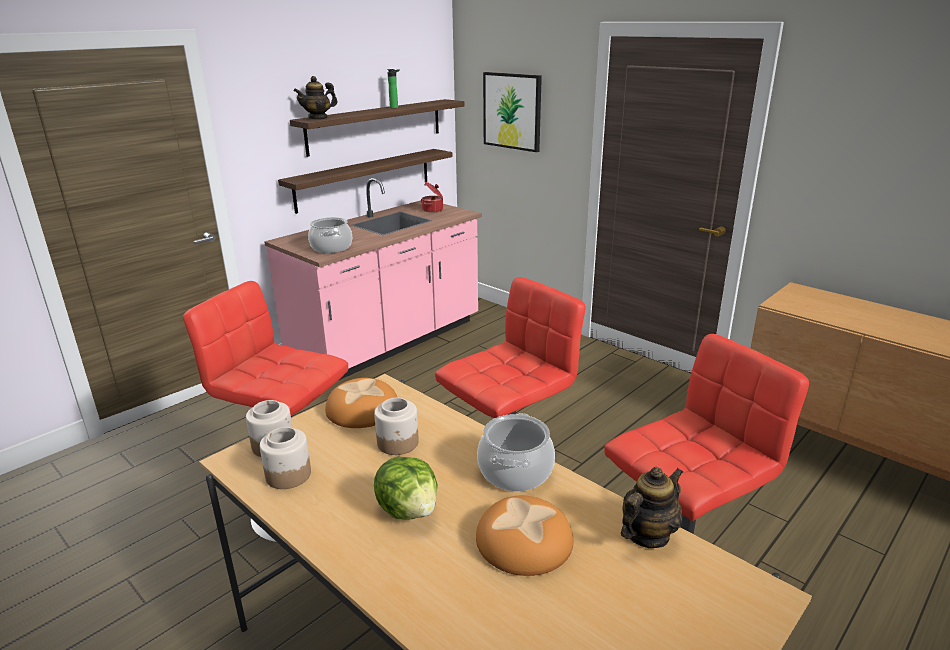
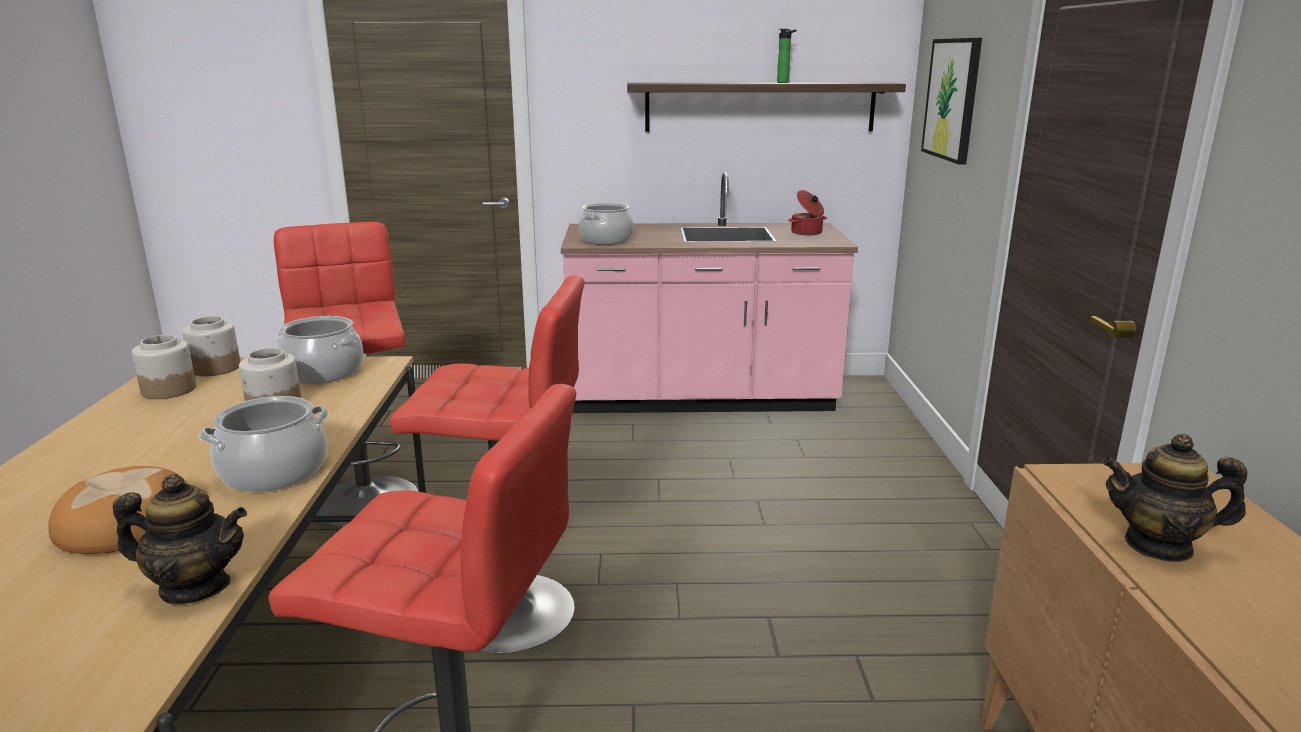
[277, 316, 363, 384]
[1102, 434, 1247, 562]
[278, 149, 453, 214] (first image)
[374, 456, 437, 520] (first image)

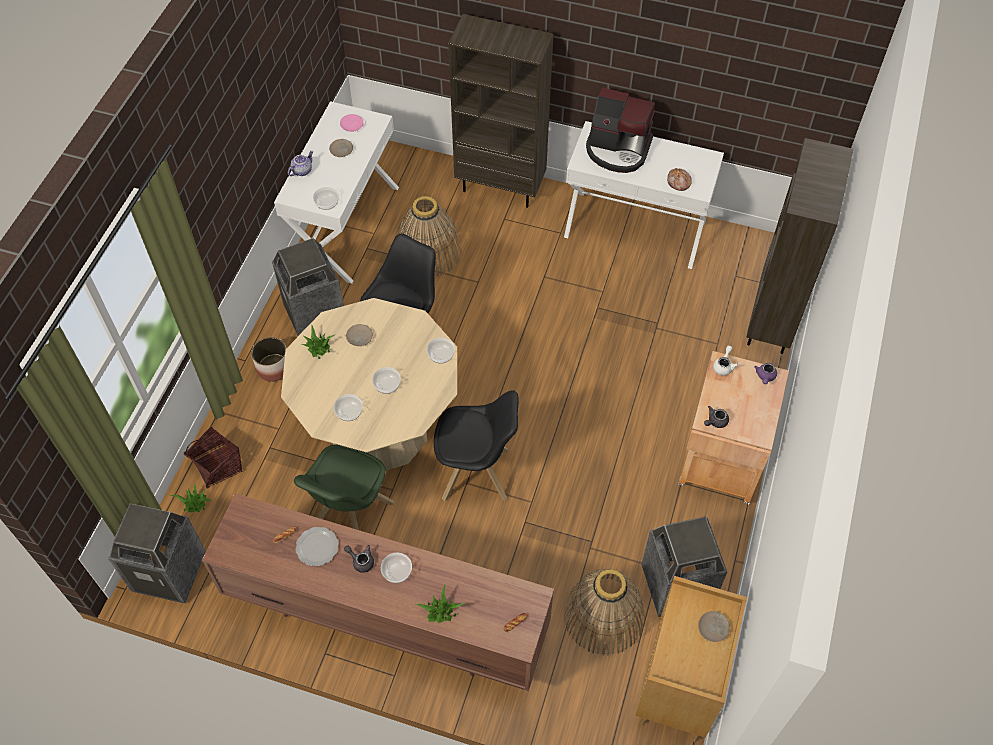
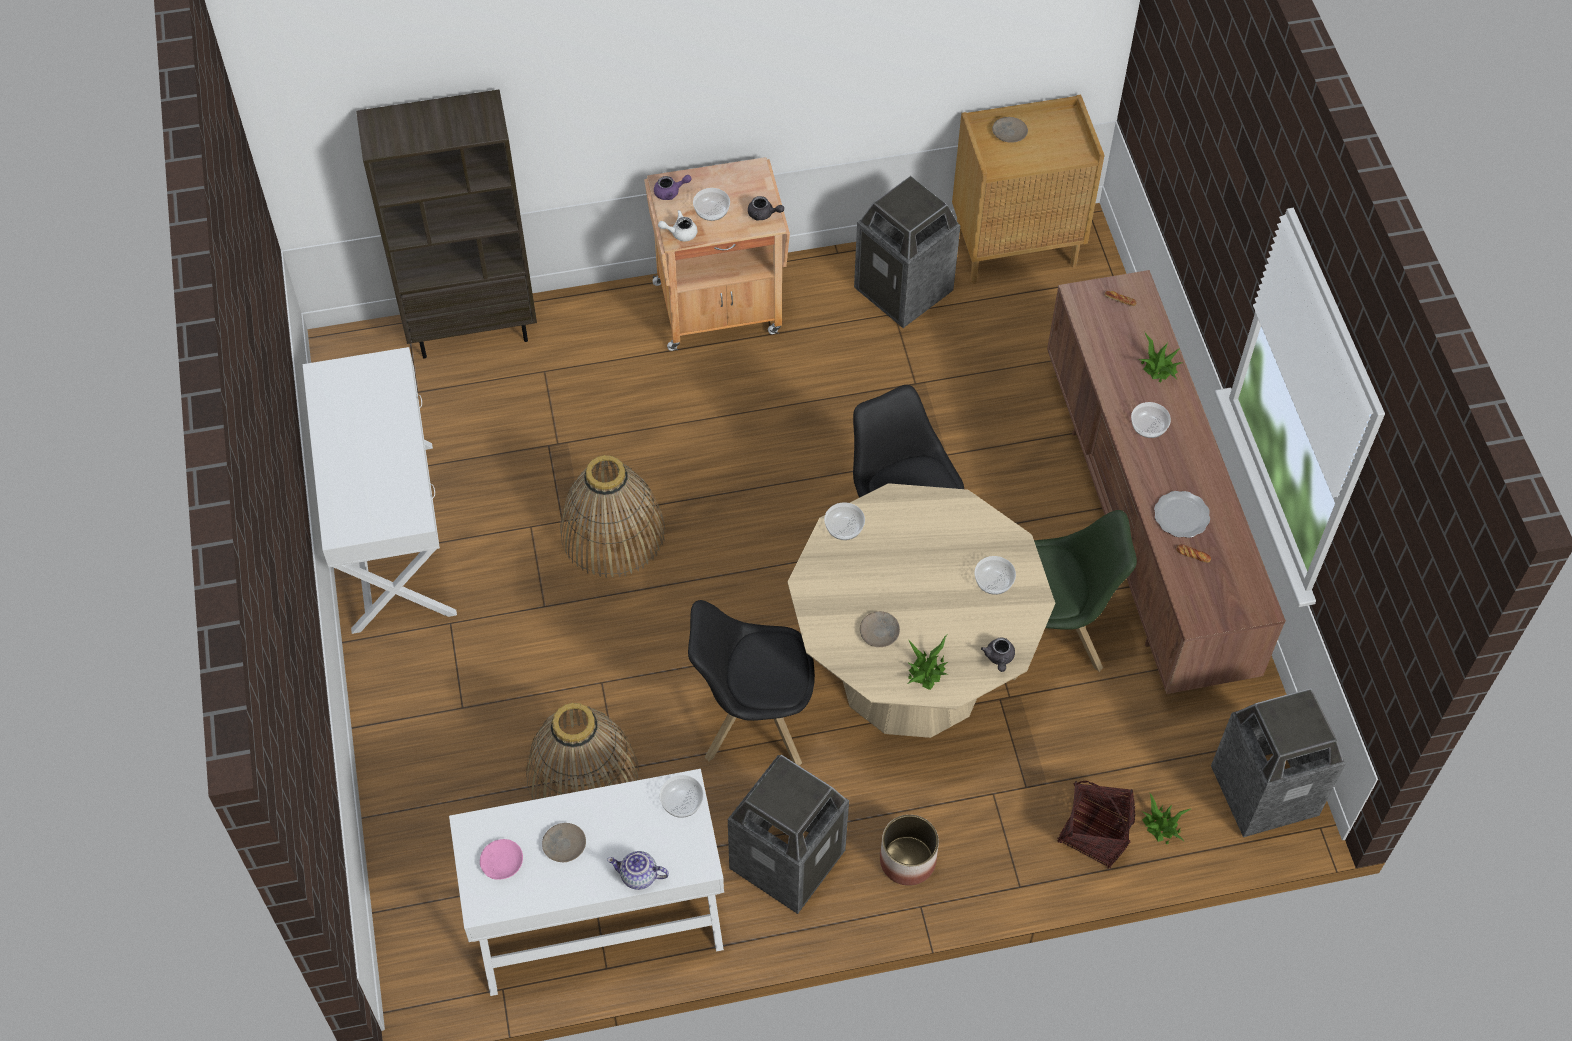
[560, 455, 665, 578]
[693, 188, 730, 221]
[981, 637, 1015, 672]
[448, 14, 554, 208] (first image)
[586, 88, 655, 173] (first image)
[667, 168, 692, 191] (first image)

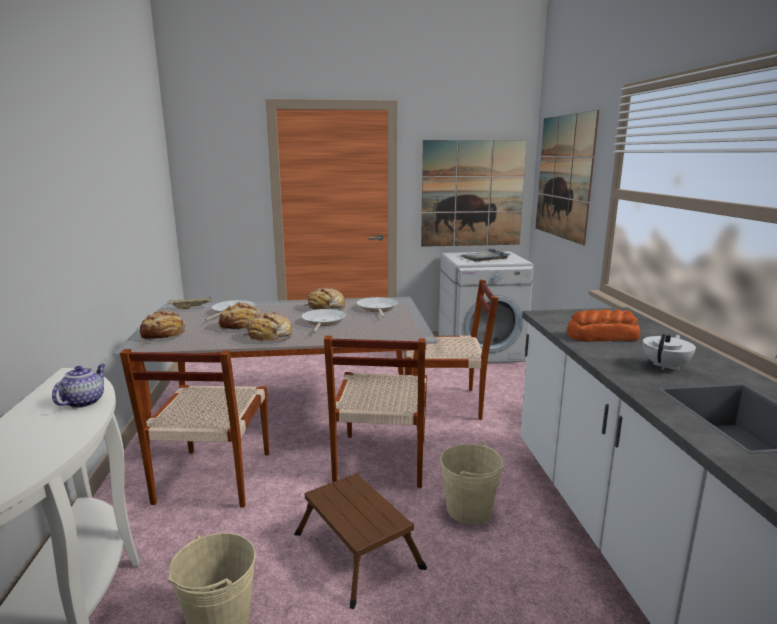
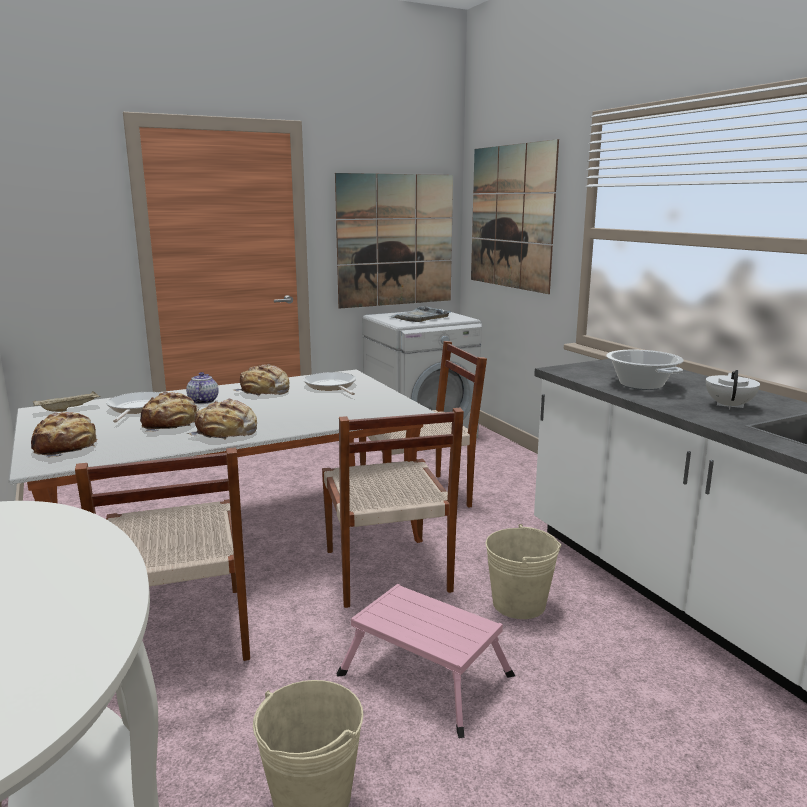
[186, 372, 219, 404]
[336, 584, 515, 738]
[606, 350, 684, 390]
[301, 309, 346, 333] (first image)

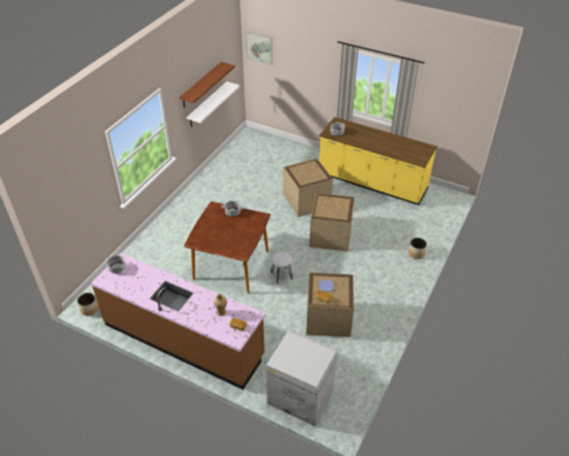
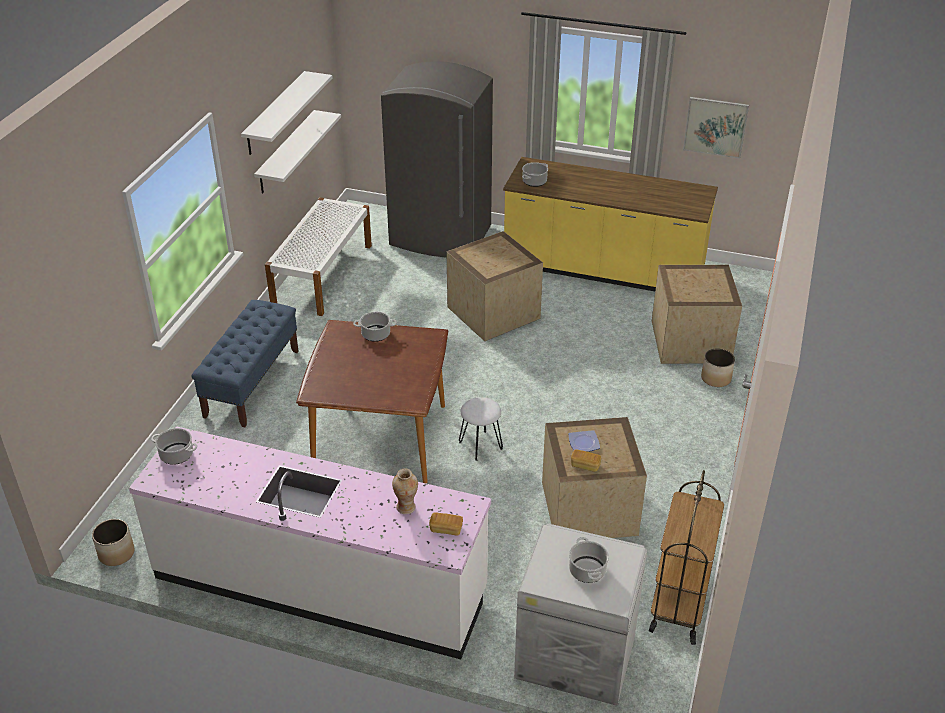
[129, 427, 491, 659]
[191, 300, 299, 427]
[241, 71, 332, 155]
[265, 197, 372, 316]
[381, 61, 493, 258]
[569, 537, 609, 583]
[649, 470, 724, 645]
[652, 265, 742, 364]
[683, 97, 749, 159]

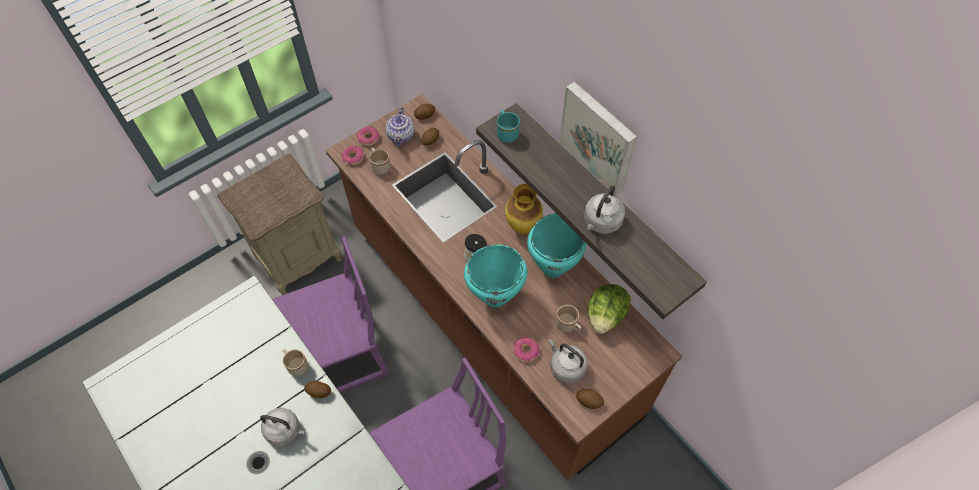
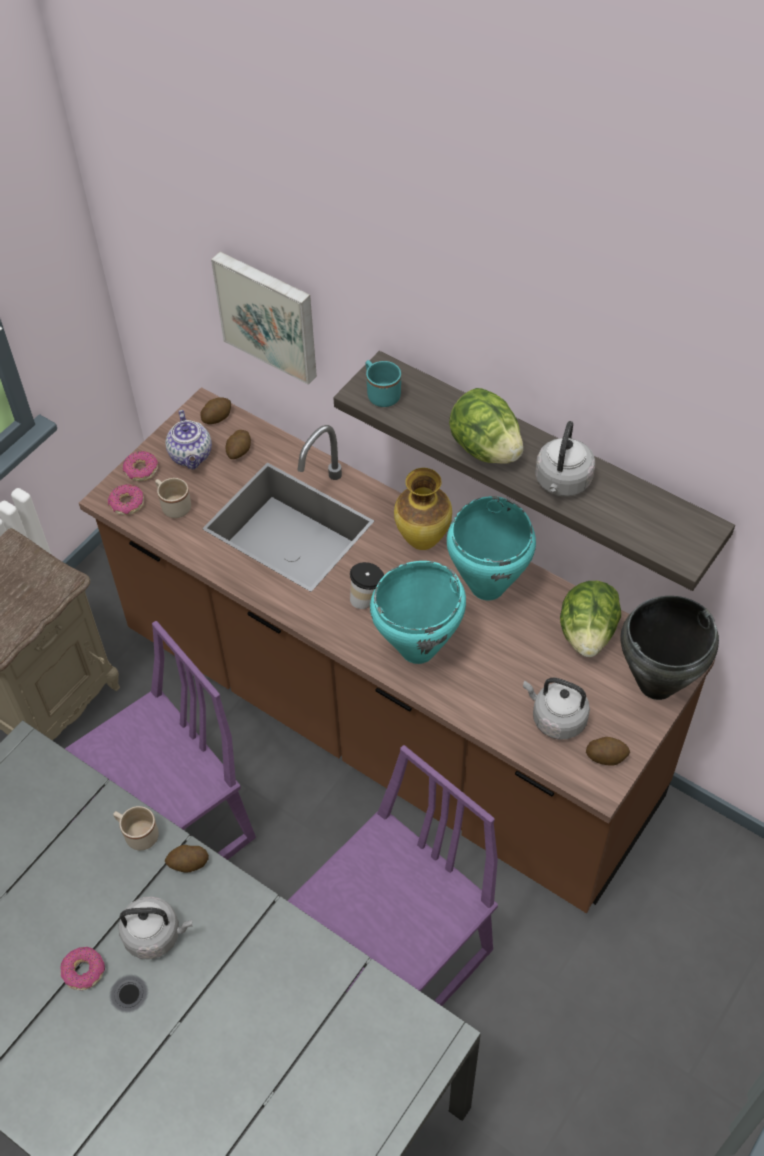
[61, 947, 105, 990]
[211, 252, 317, 385]
[449, 388, 523, 464]
[620, 596, 719, 700]
[556, 305, 581, 332] (first image)

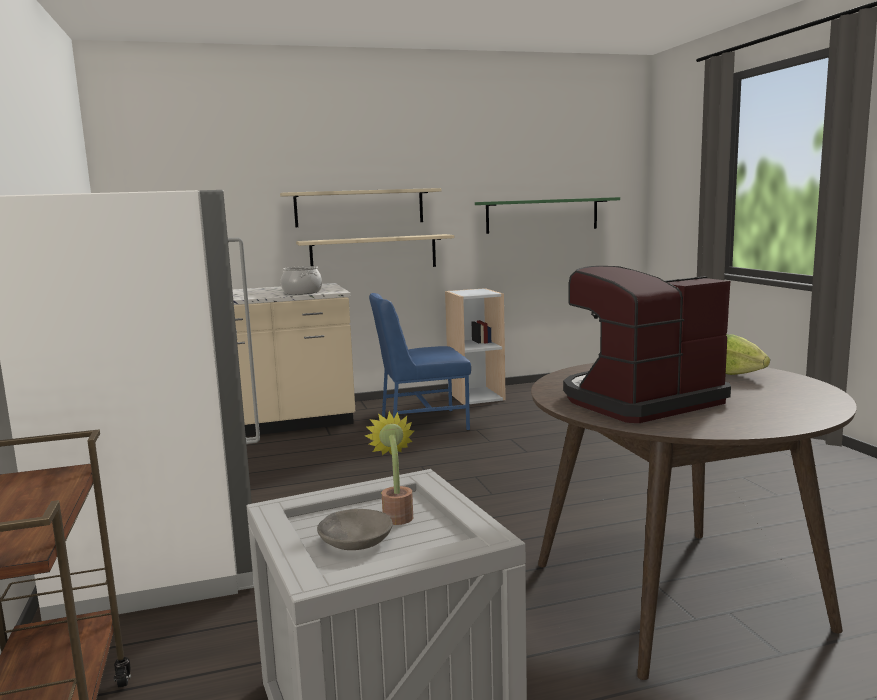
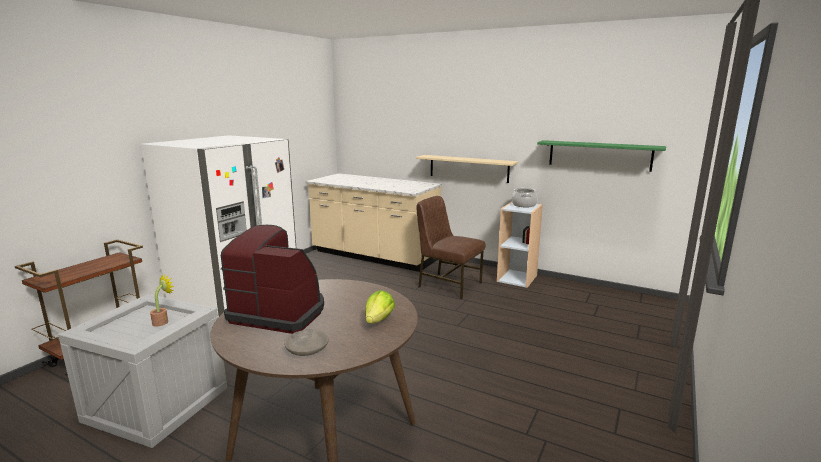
[284, 329, 329, 356]
[416, 196, 485, 299]
[511, 188, 538, 207]
[280, 188, 441, 227] (first image)

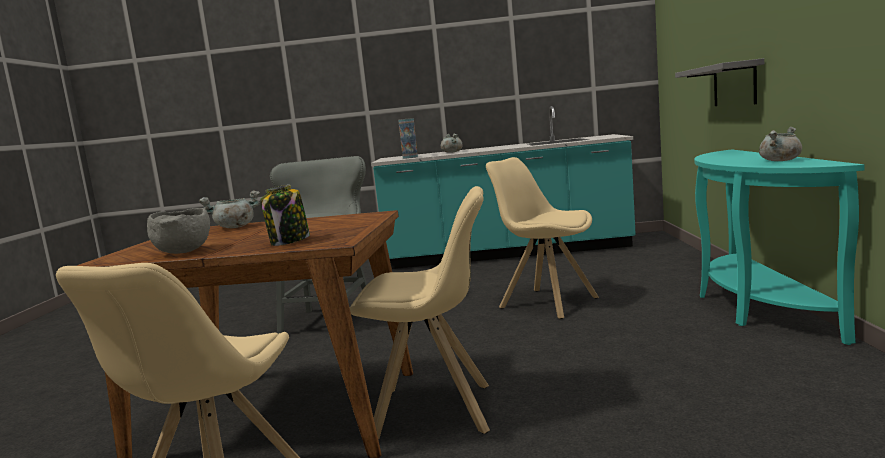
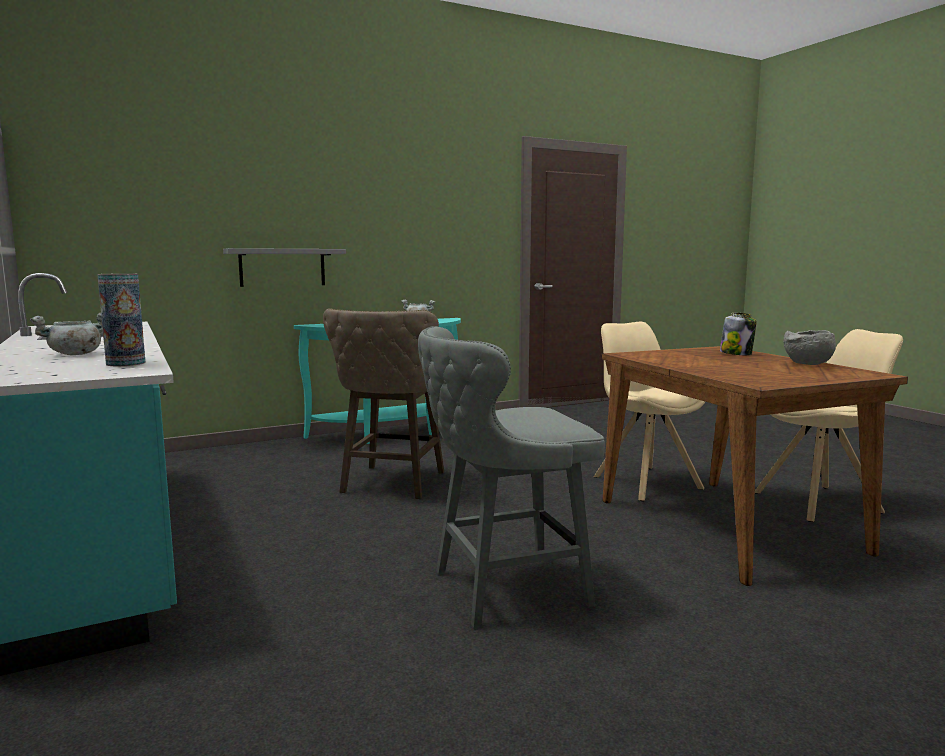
[323, 308, 444, 499]
[199, 190, 260, 228] (first image)

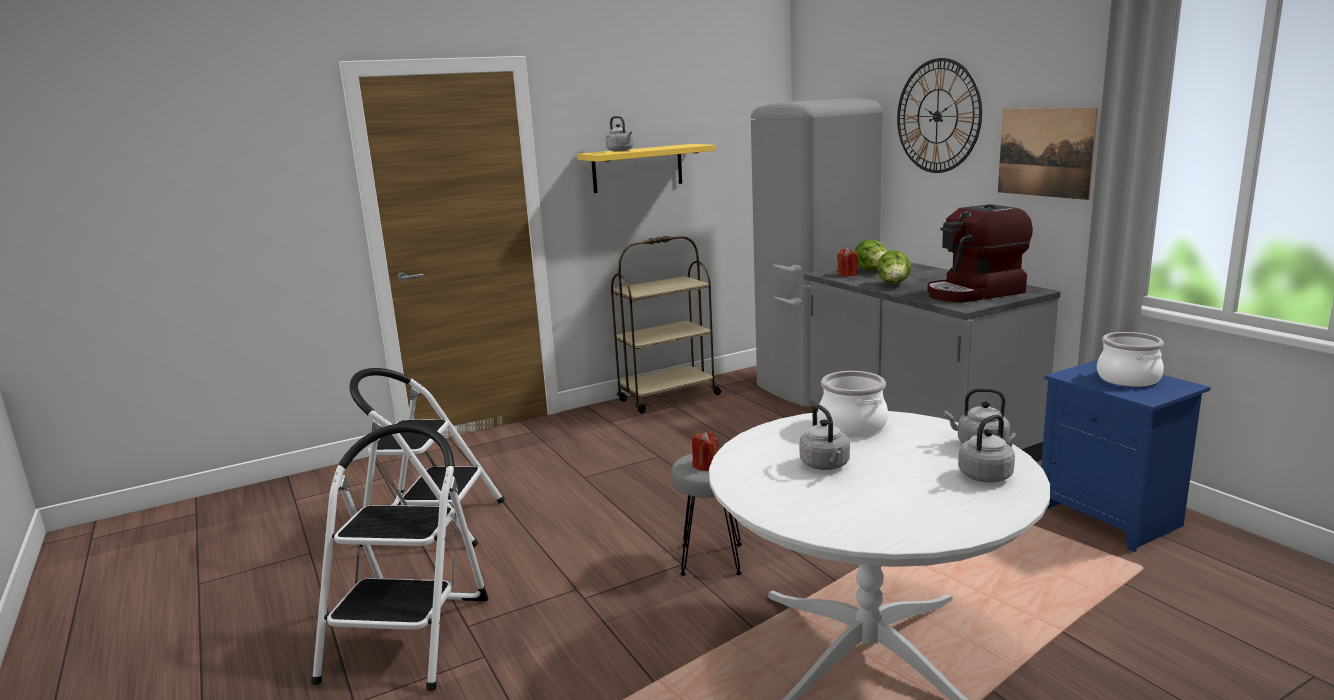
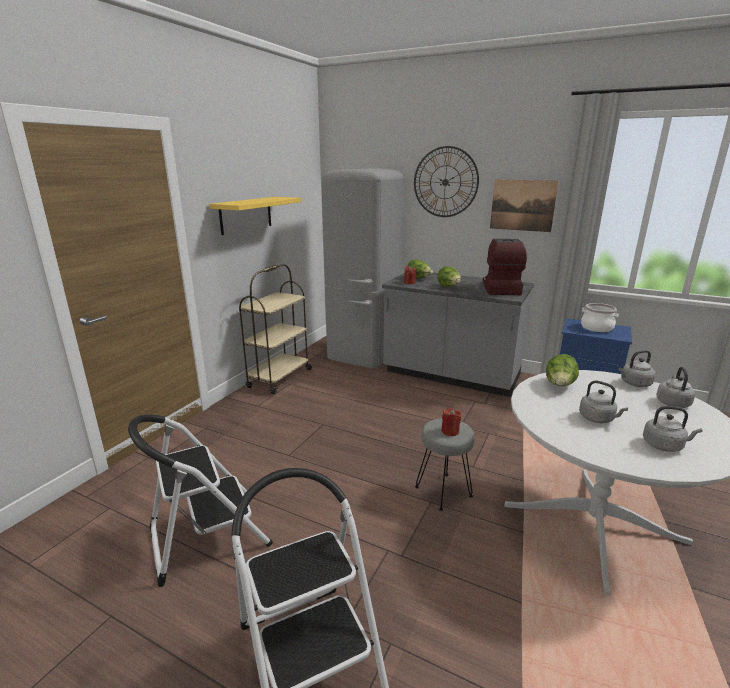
[483, 239, 527, 295]
[546, 354, 579, 386]
[643, 406, 703, 452]

